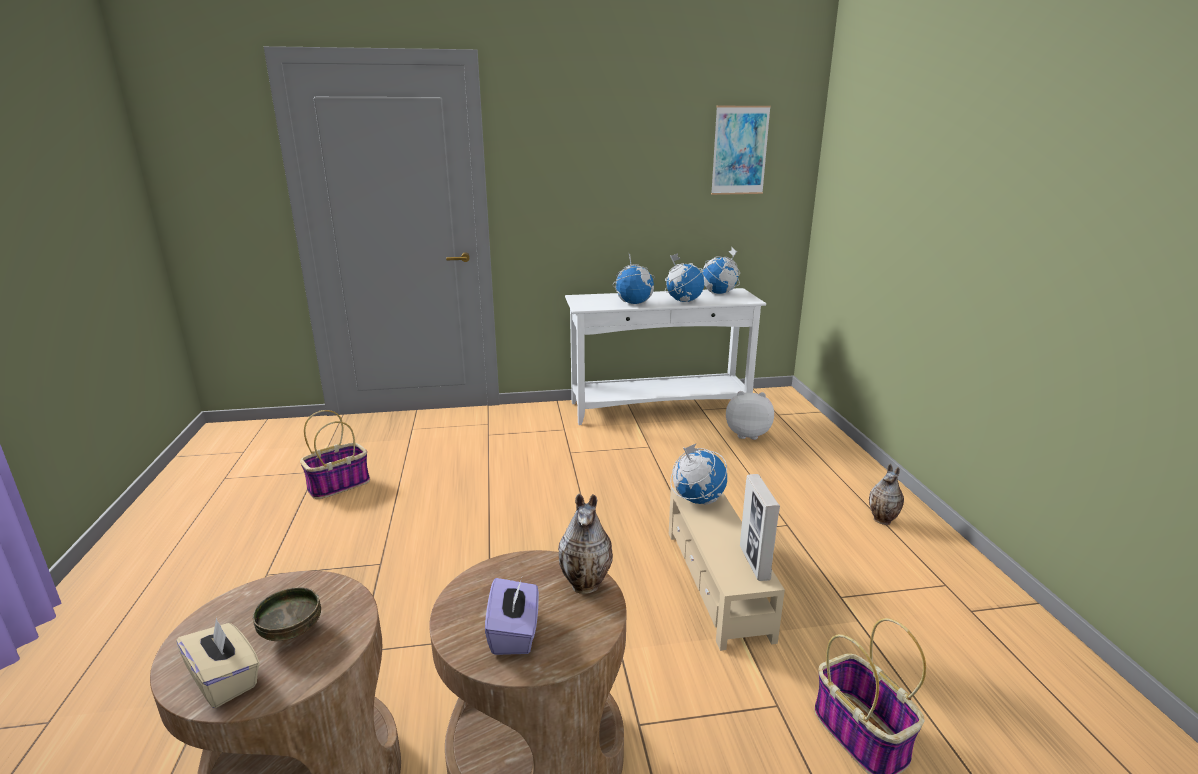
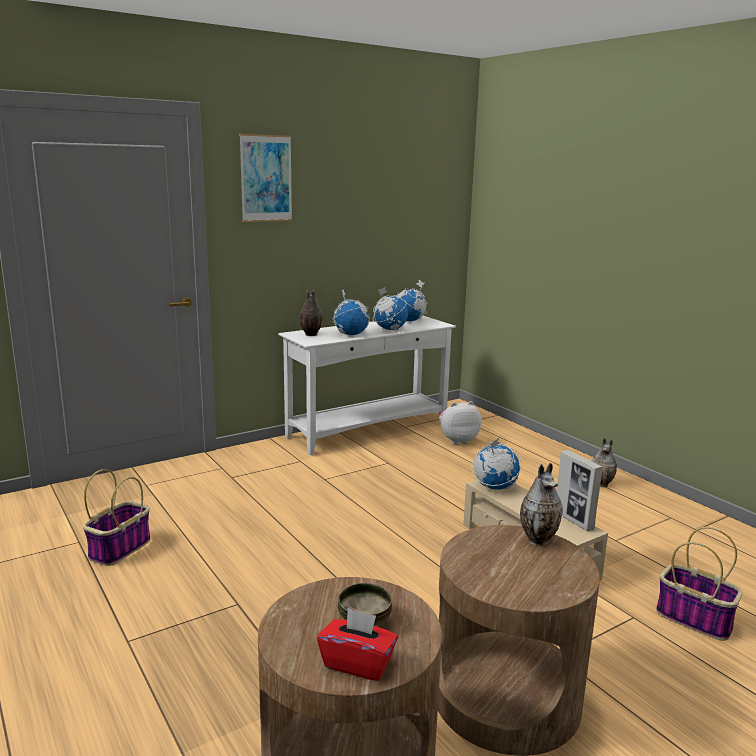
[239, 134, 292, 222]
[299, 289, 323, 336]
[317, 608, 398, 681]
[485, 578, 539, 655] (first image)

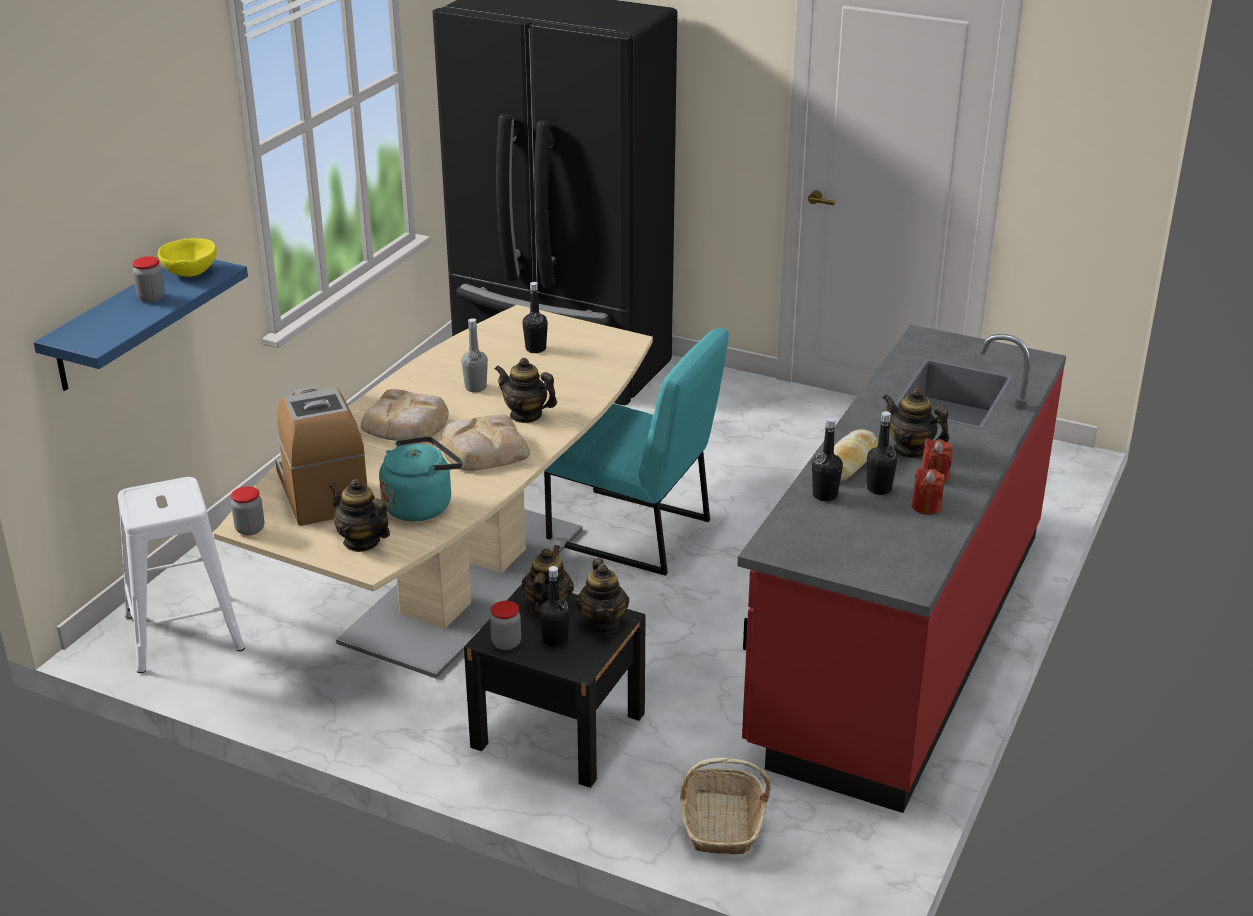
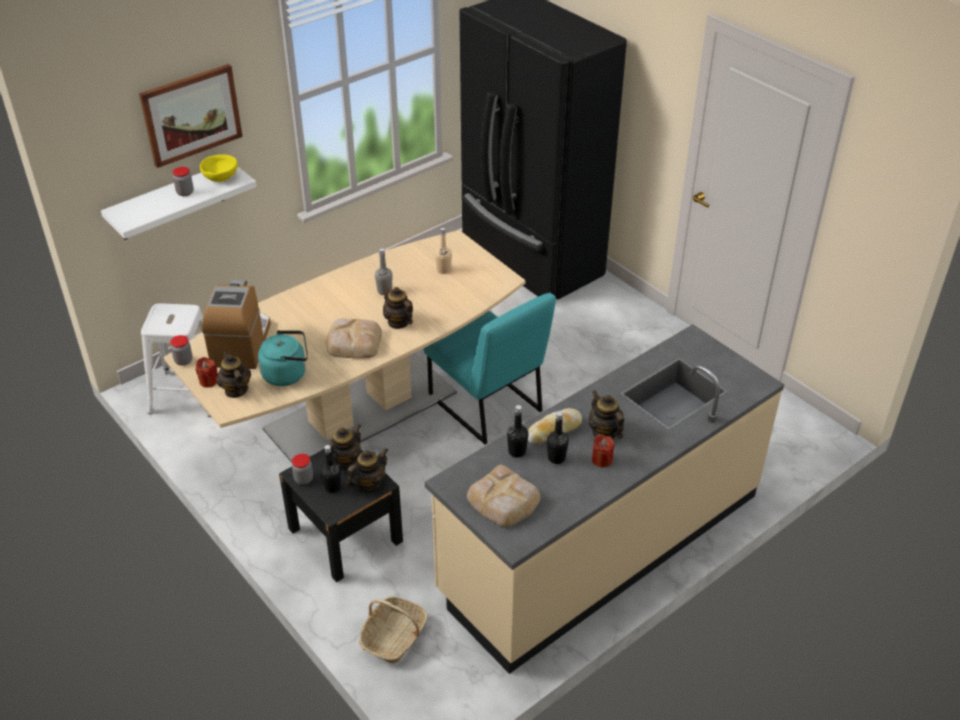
[101, 167, 257, 240]
[139, 64, 243, 168]
[195, 357, 218, 388]
[347, 448, 388, 492]
[425, 324, 784, 674]
[435, 228, 452, 274]
[467, 465, 541, 527]

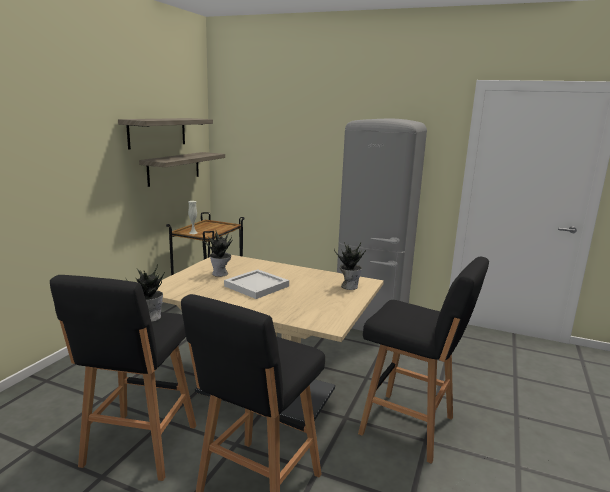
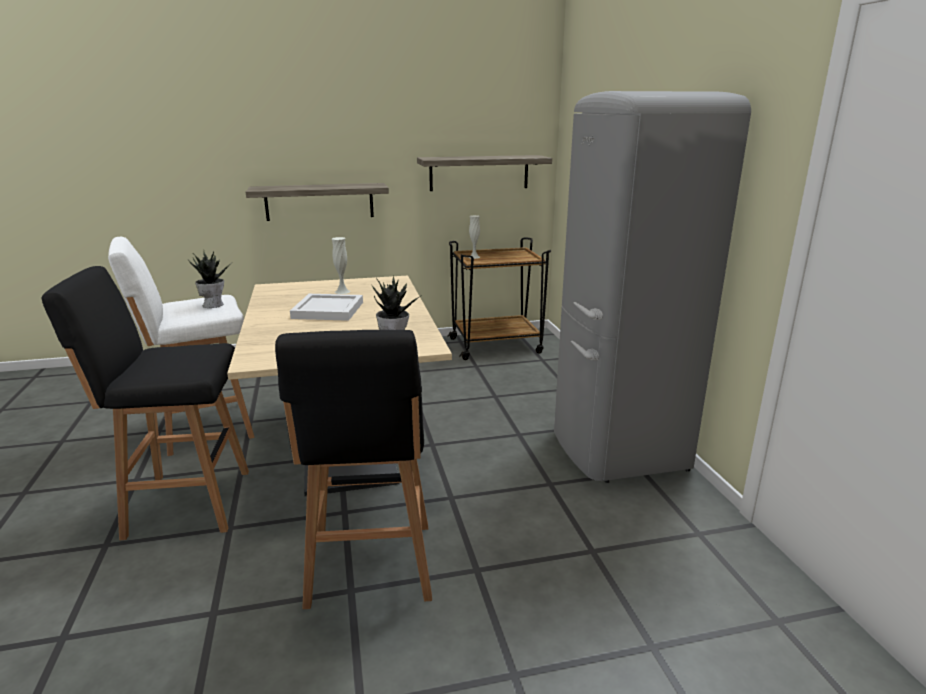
[108, 237, 255, 456]
[246, 183, 389, 221]
[332, 237, 350, 294]

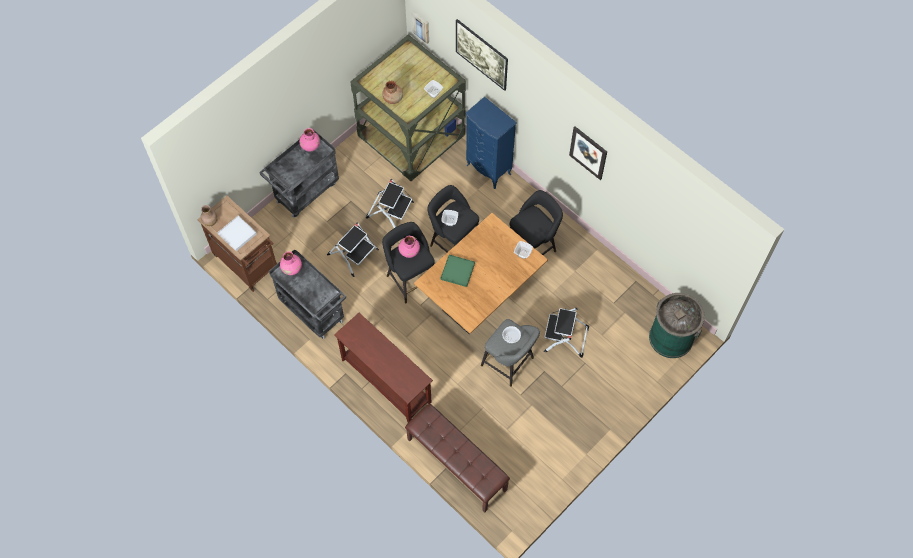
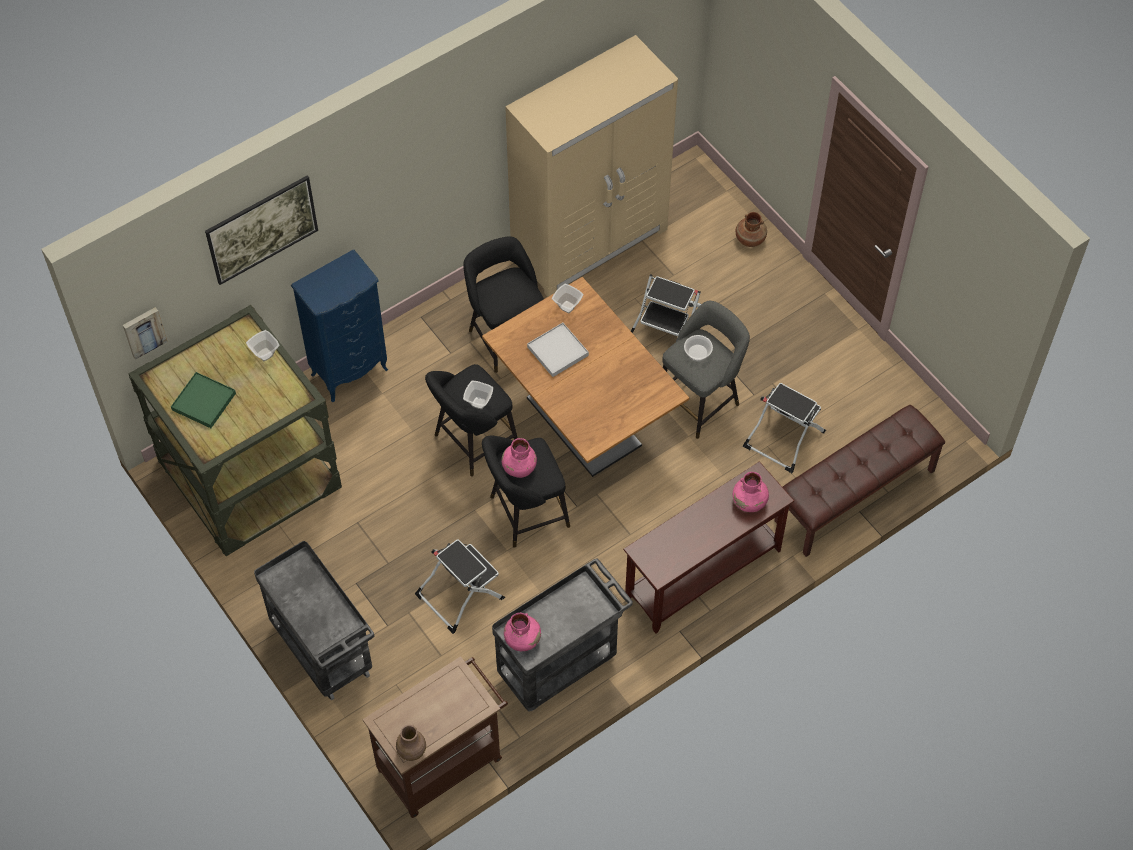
[171, 372, 236, 428]
[505, 35, 678, 297]
[527, 323, 589, 377]
[733, 472, 769, 512]
[736, 212, 767, 247]
[743, 383, 826, 473]
[569, 126, 607, 180] (first image)
[649, 293, 705, 358] (first image)

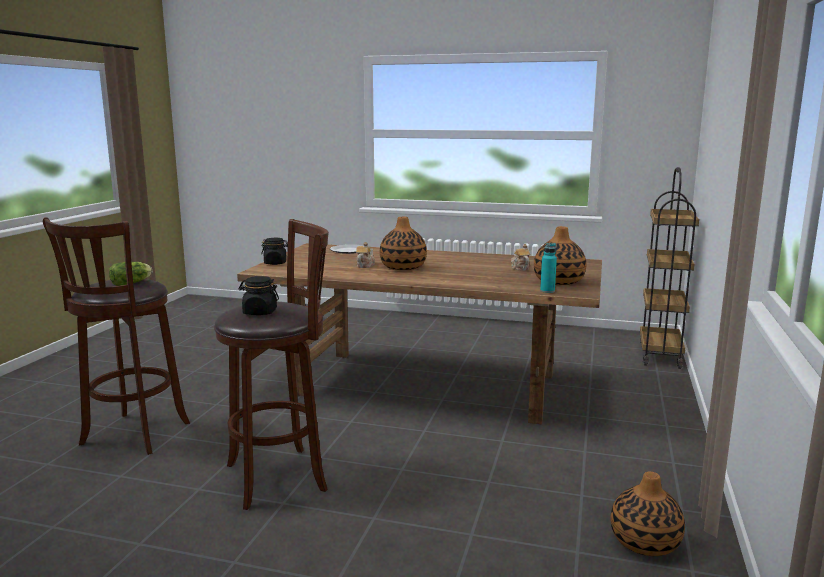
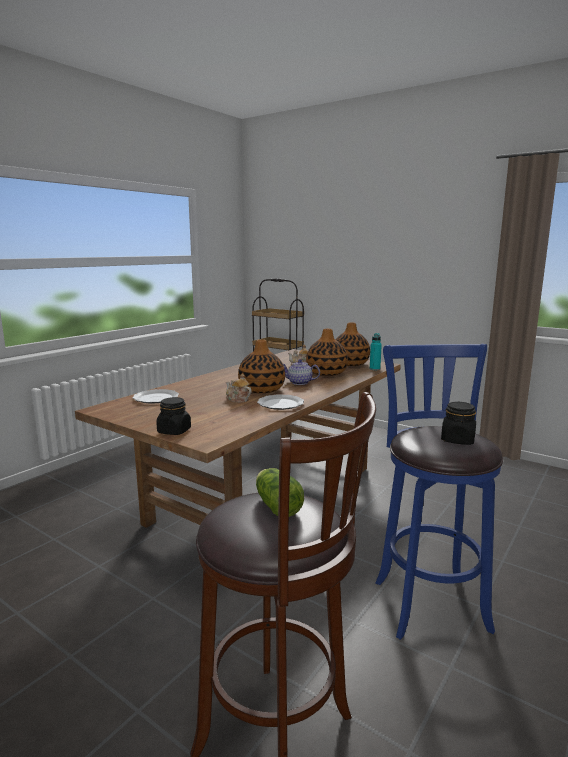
[257, 394, 304, 410]
[283, 359, 320, 385]
[306, 329, 348, 376]
[375, 344, 503, 640]

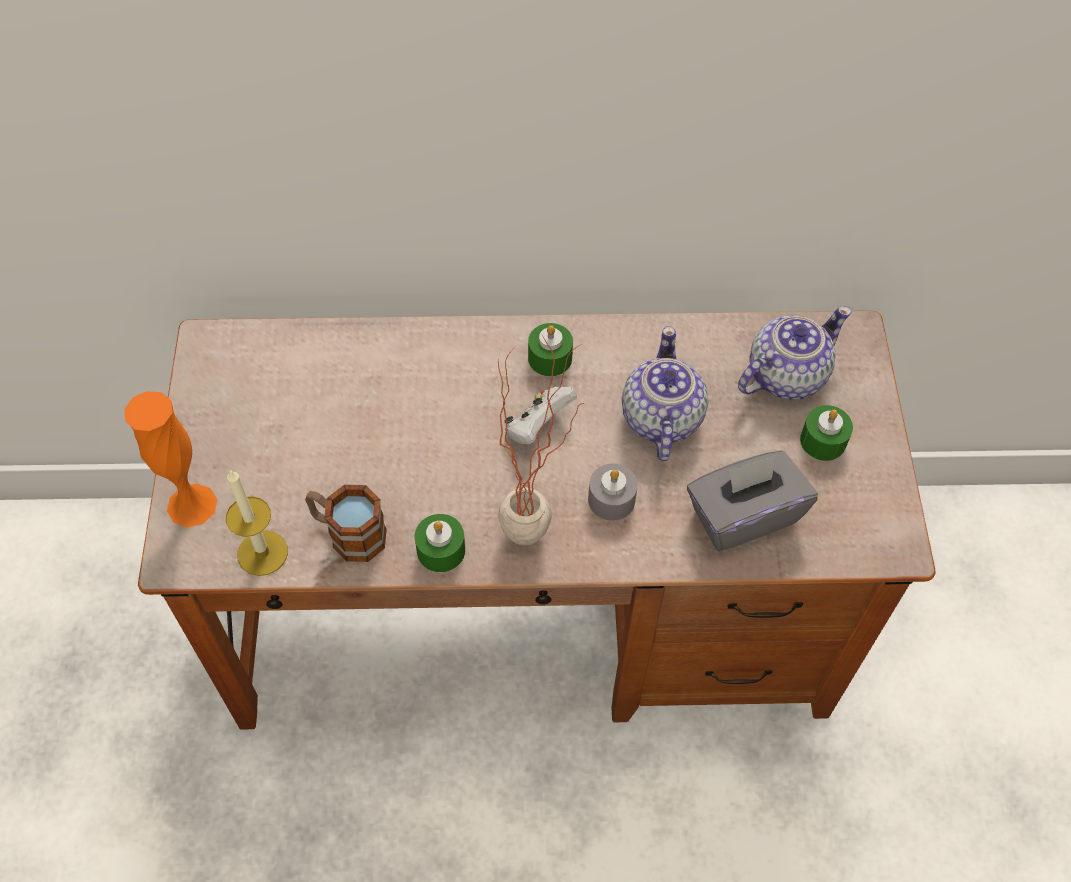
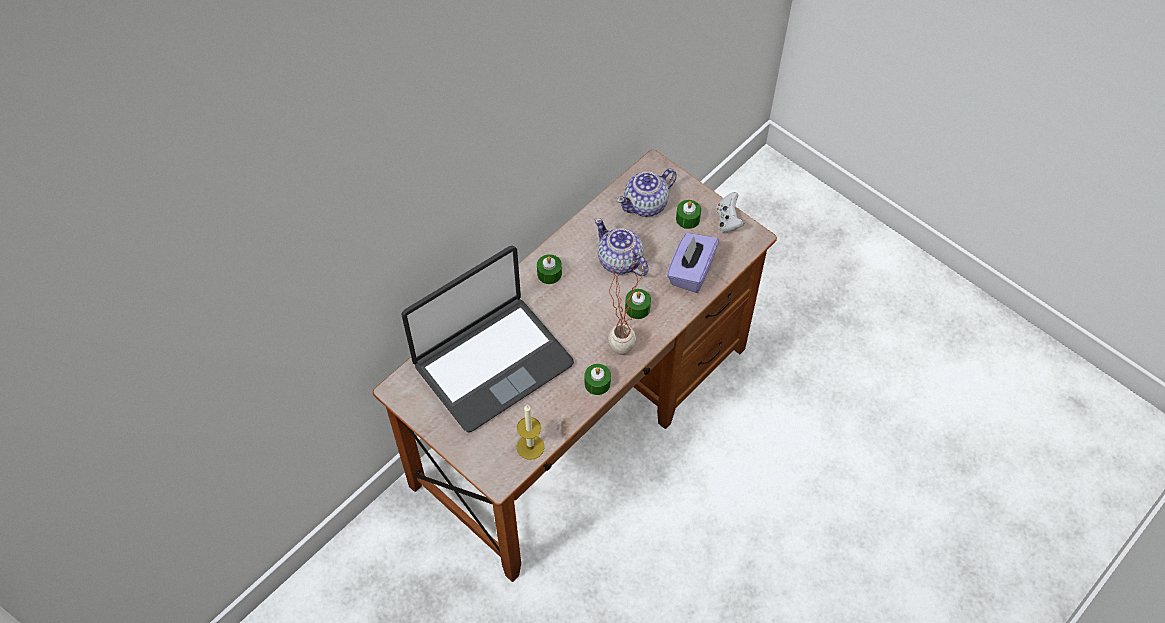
[401, 246, 574, 433]
[616, 168, 677, 217]
[625, 289, 651, 319]
[667, 233, 719, 293]
[716, 192, 745, 232]
[124, 391, 217, 528] (first image)
[305, 485, 387, 562] (first image)

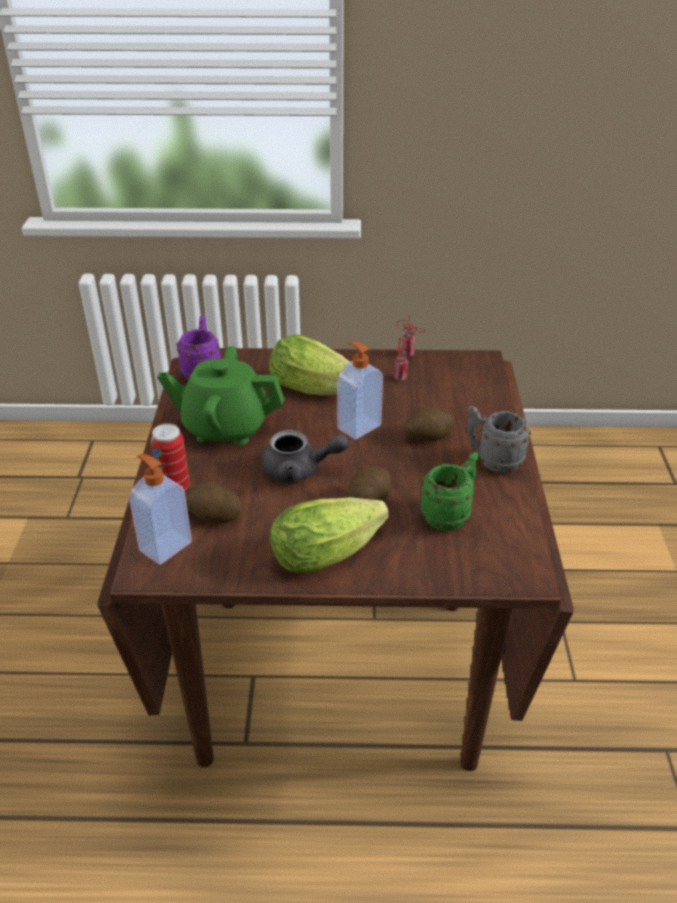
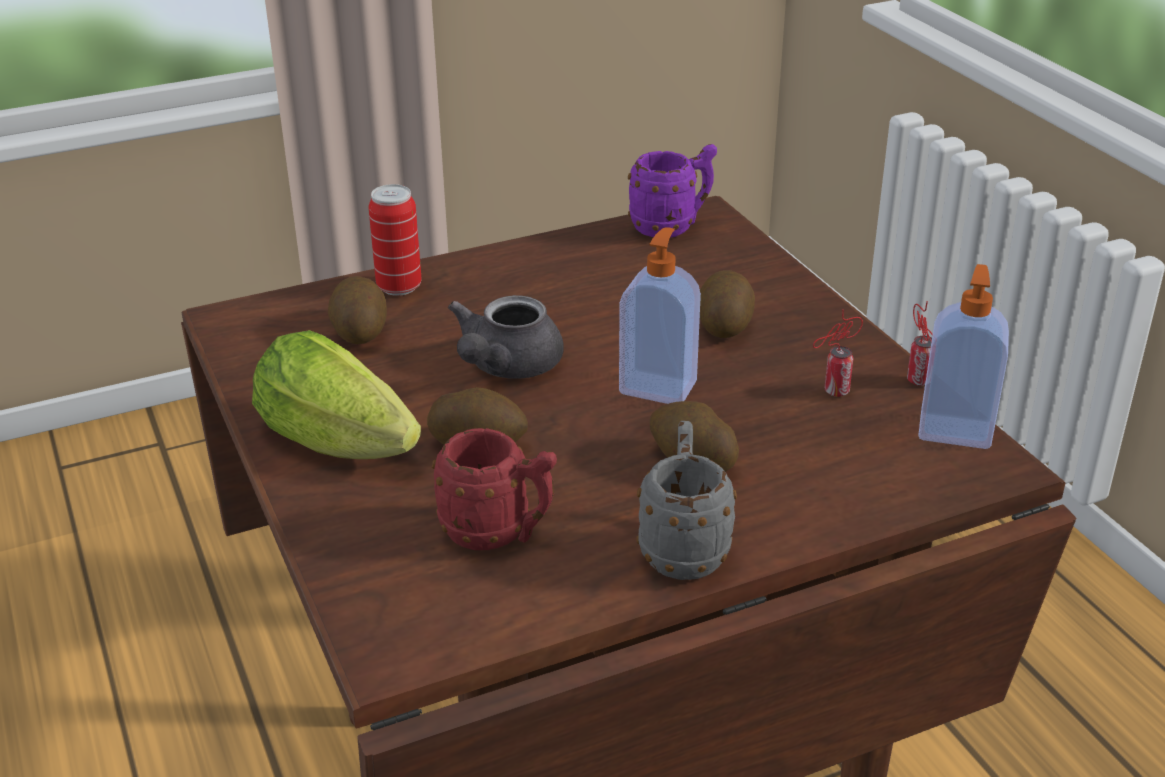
[432, 428, 557, 550]
[448, 295, 564, 379]
[700, 270, 755, 338]
[918, 264, 1009, 449]
[157, 346, 285, 445] (first image)

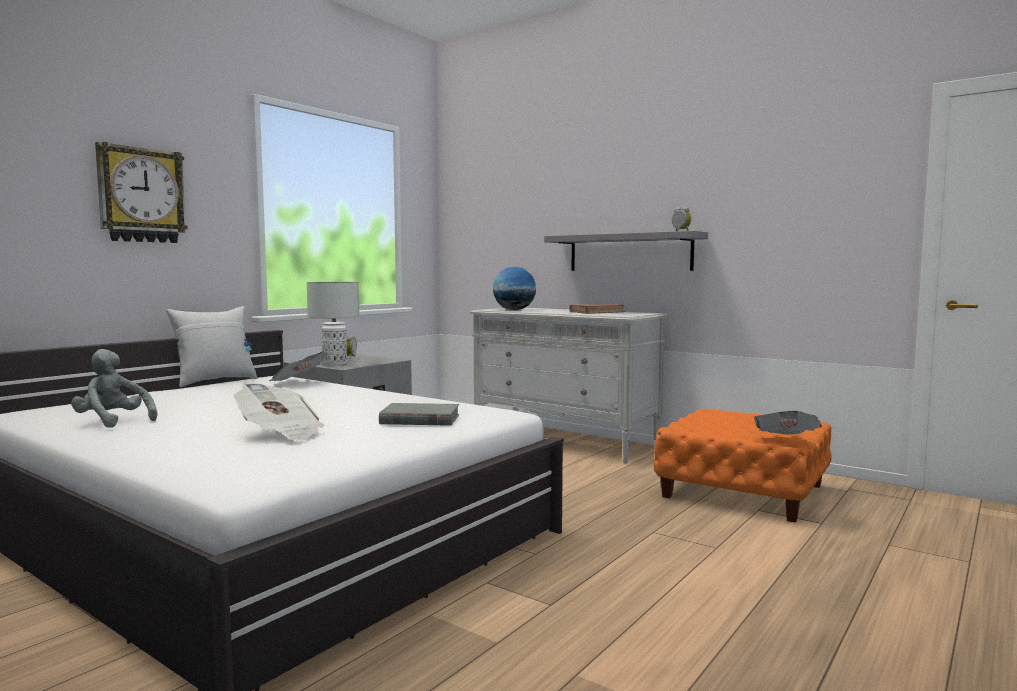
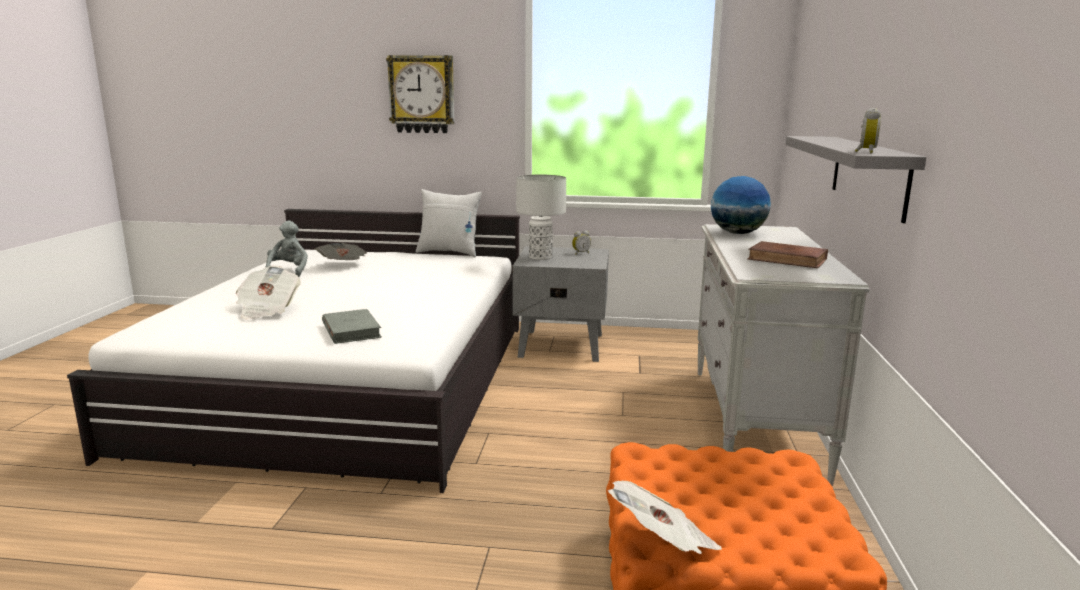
[315, 243, 367, 260]

